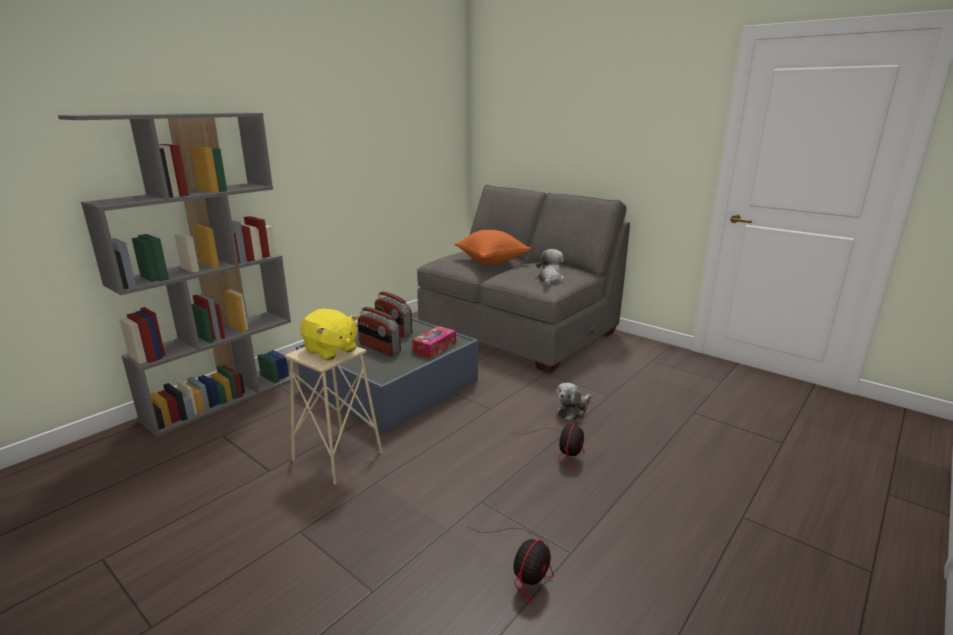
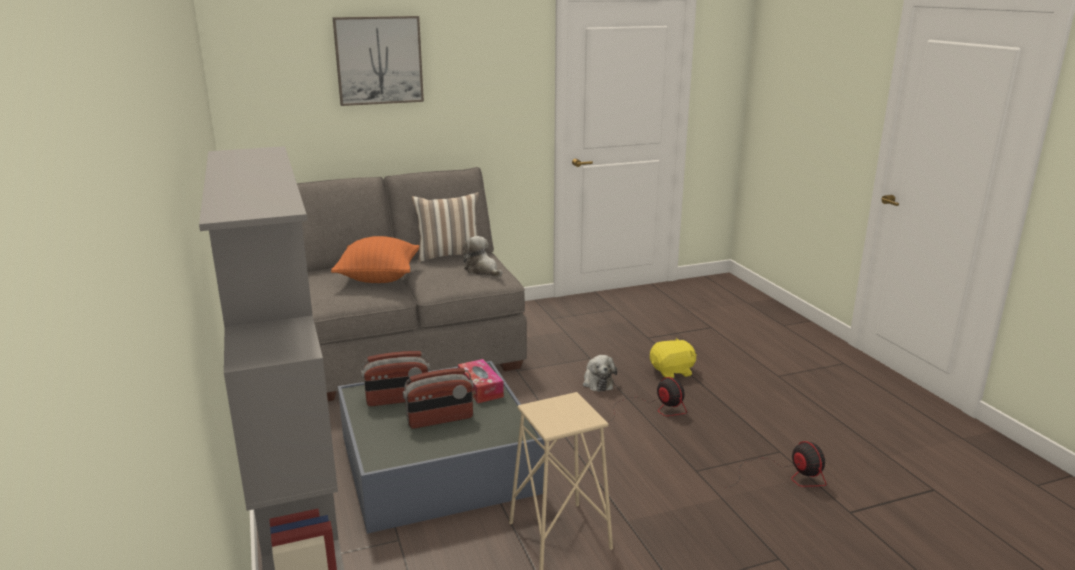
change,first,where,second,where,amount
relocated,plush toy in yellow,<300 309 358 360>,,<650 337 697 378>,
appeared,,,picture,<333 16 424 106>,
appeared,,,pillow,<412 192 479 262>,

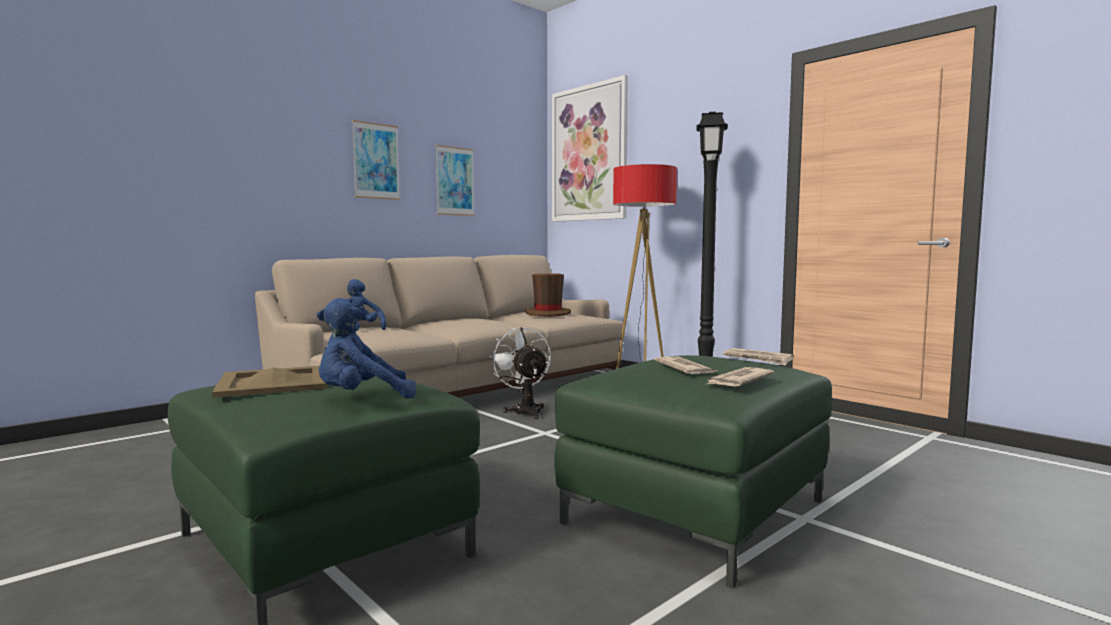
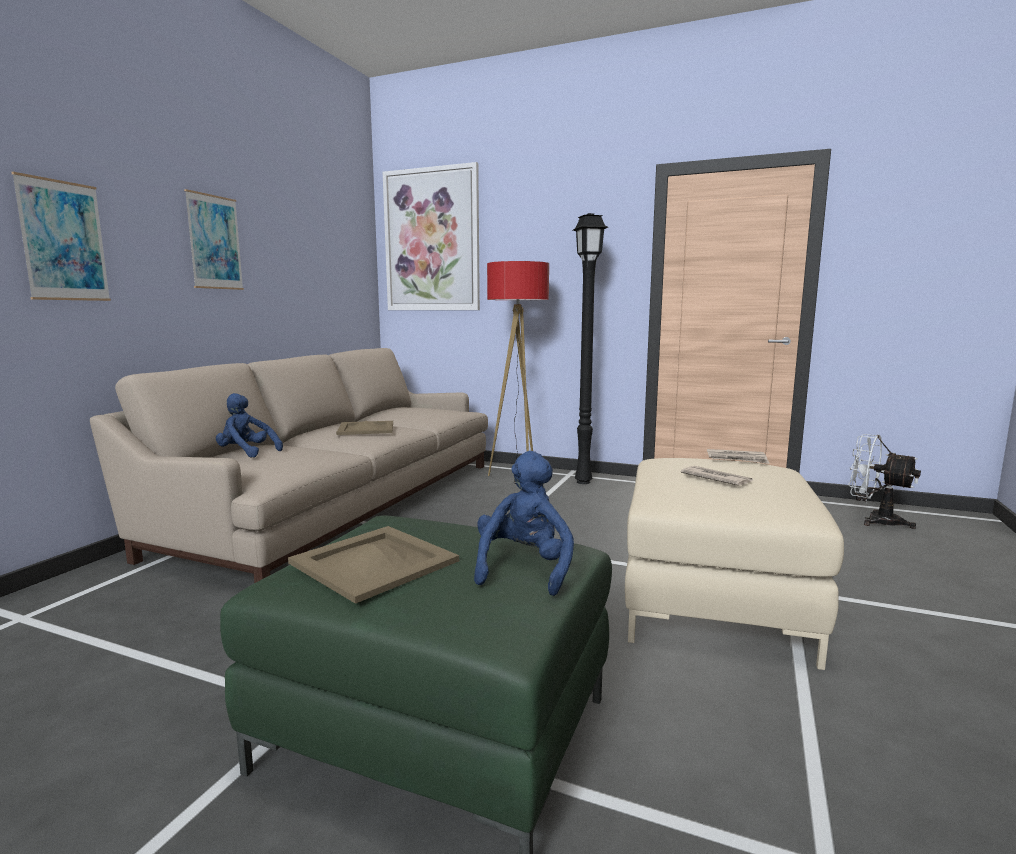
change,first,where,second,where,amount
relocated,picture,<435 145 474 216>,,<11 172 111 301>,
missing,hat in brown,<525 273 571 317>,,,
spun,plush toy in blue,<317 298 416 399>,,<474 451 574 596>,150 degrees clockwise
relocated,fan in white,<489 327 551 419>,,<848 434 921 529>,
colour,ottoman in green,<554 355 832 588>,ottoman in beige,<625 458 844 670>,
missing,newspaper,<707 367 775 387>,,,
appeared,,,tray in beige,<336 421 393 435>,

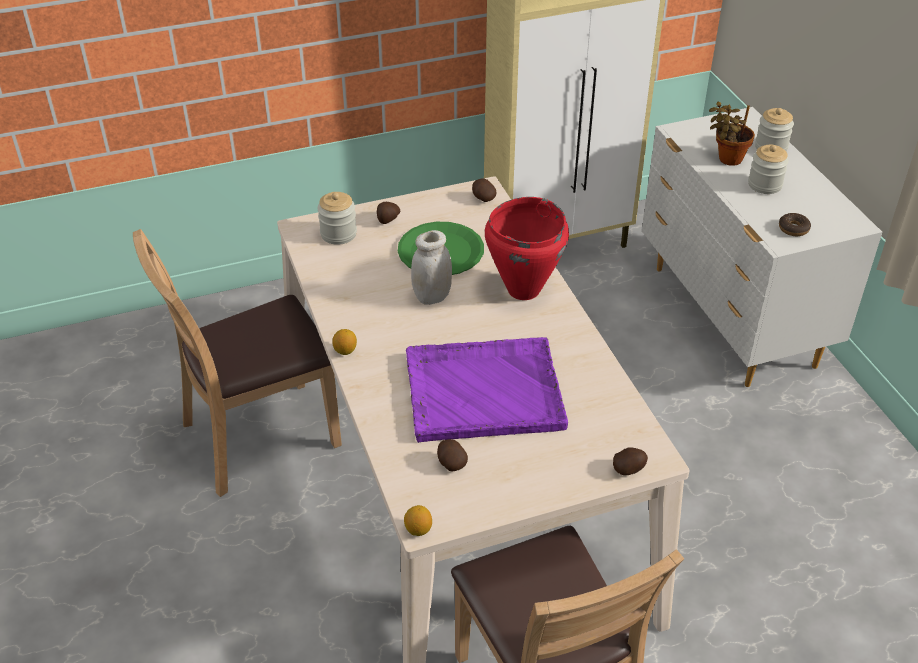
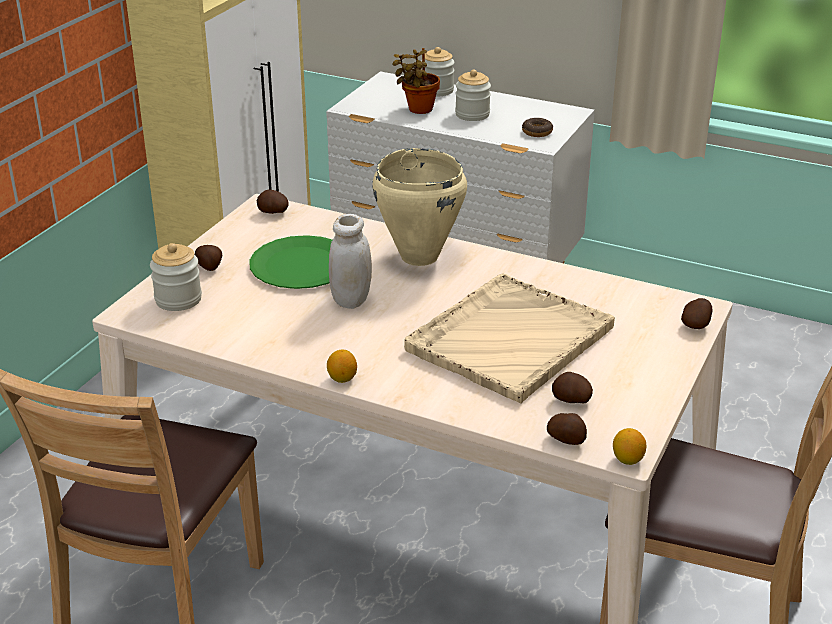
change,first,where,second,where,amount
colour,cooking pot in red,<485 197 569 300>,cooking pot in beige,<372 148 467 266>,
colour,tray in purple,<406 337 568 443>,tray in beige,<404 273 615 404>,
appeared,,,potato,<547 413 587 445>,

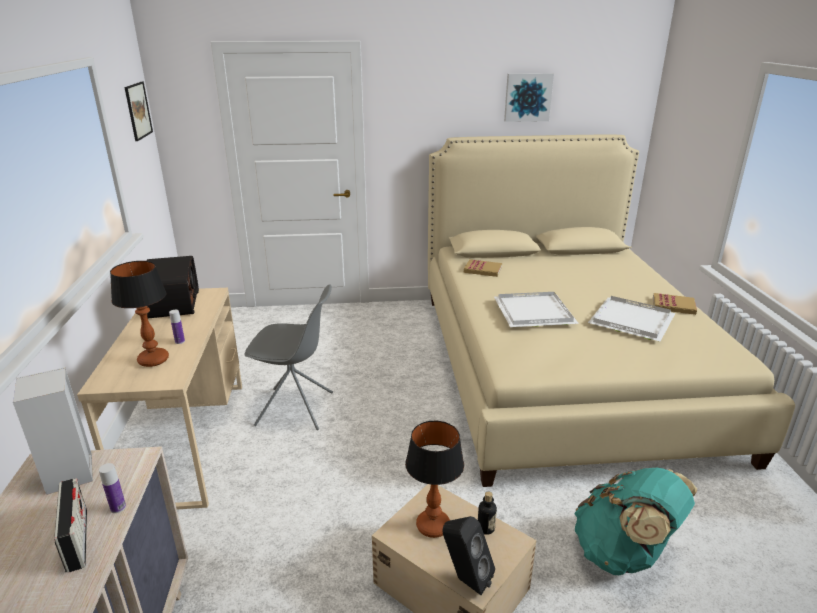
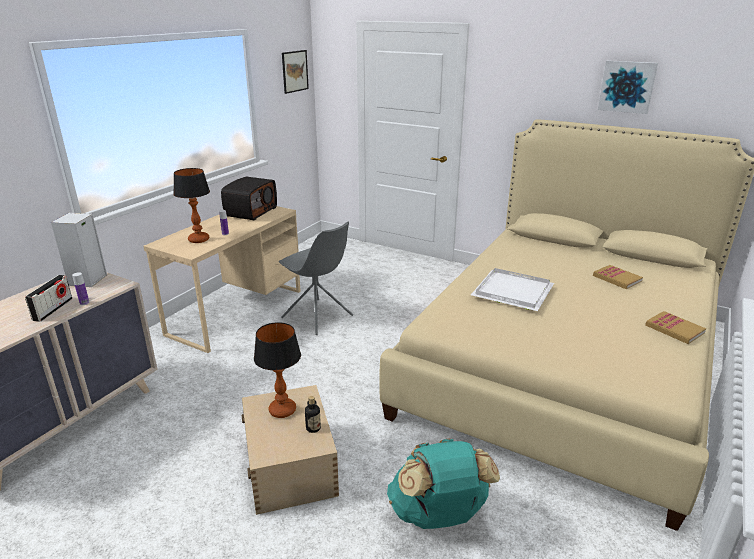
change,first,where,second,where,amount
relocated,book,<464 259 502 277>,,<593 265 643 289>,
missing,tray in white,<588 296 675 341>,,,
missing,speaker in black,<443 516 495 595>,,,

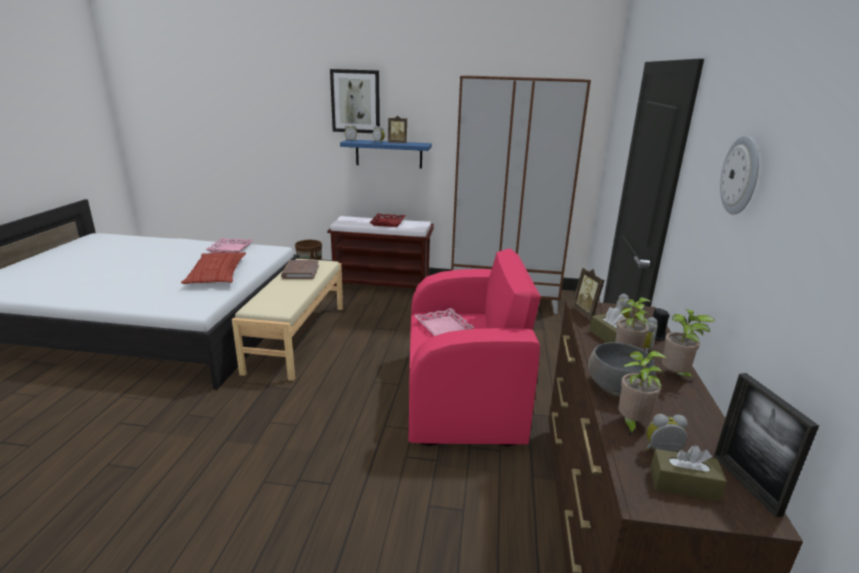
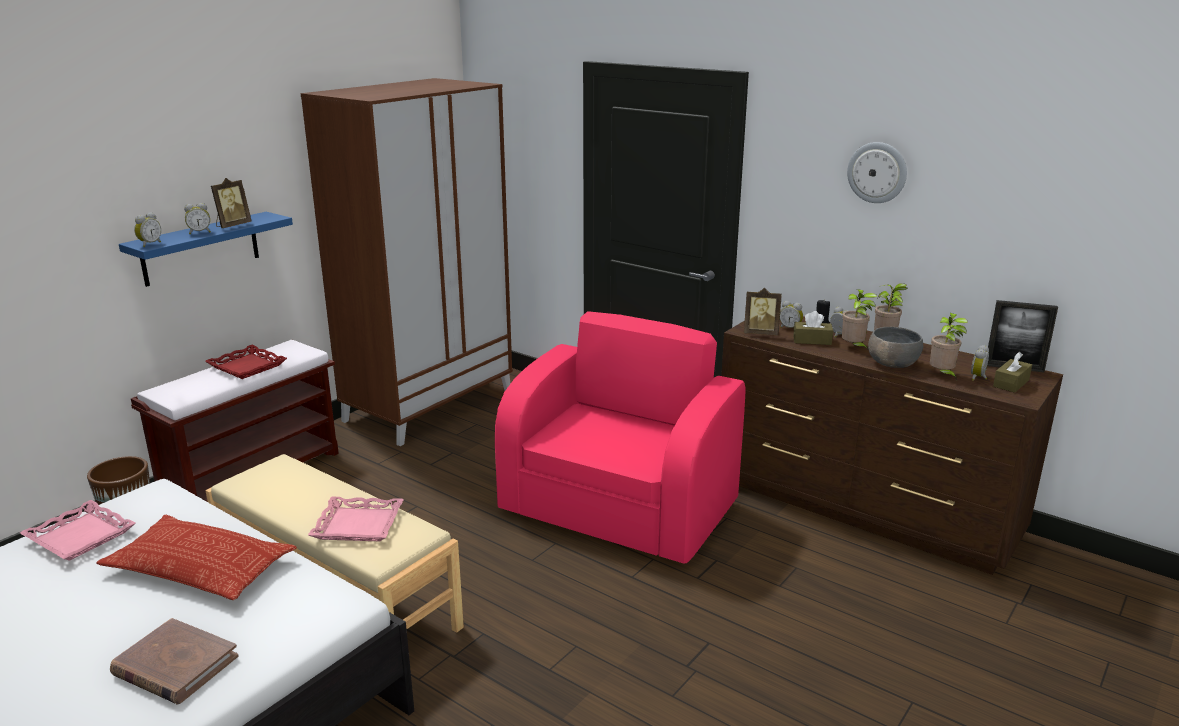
change,first,where,second,where,amount
missing,picture,<330 69 380 133>,,,
relocated,book in brown,<281 260 319 279>,,<110 618 238 705>,
relocated,tray in pink,<414 308 475 336>,,<308 497 404 541>,

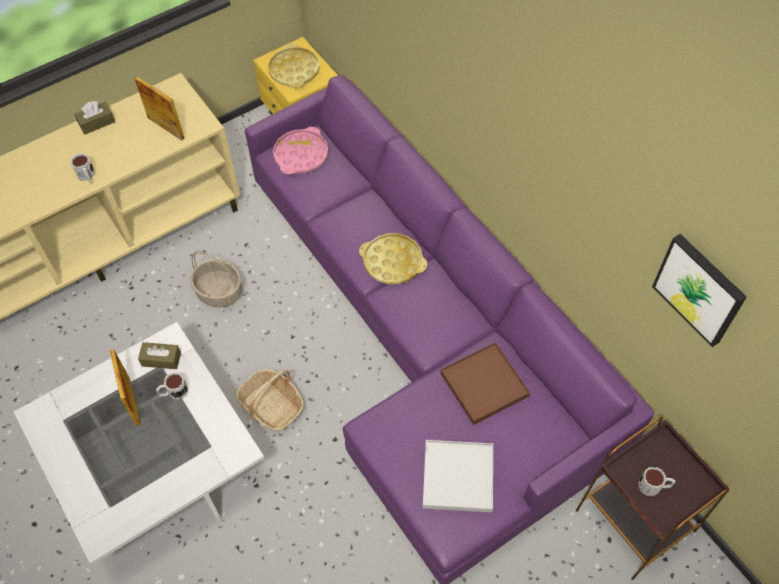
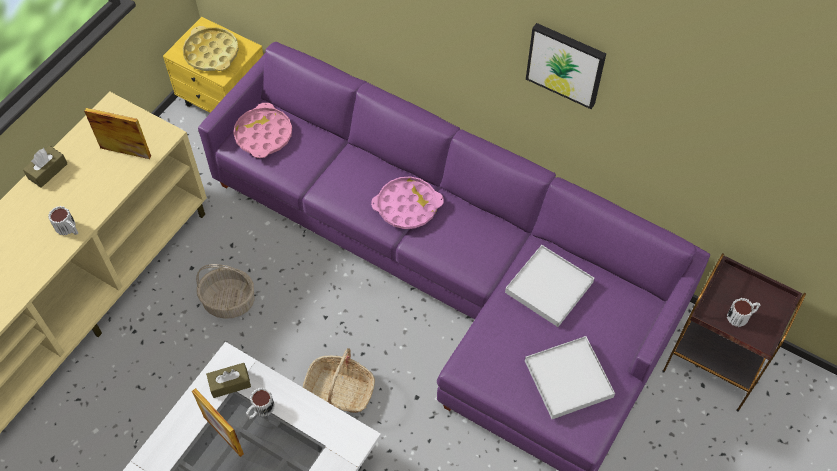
change,first,where,second,where,amount
colour,tray in yellow,<359 233 427 284>,tray in pink,<371 176 444 229>,
relocated,picture,<652 234 747 347>,,<526 23 606 109>,
colour,tray in brown,<440 342 530 425>,tray in white,<505 245 594 327>,

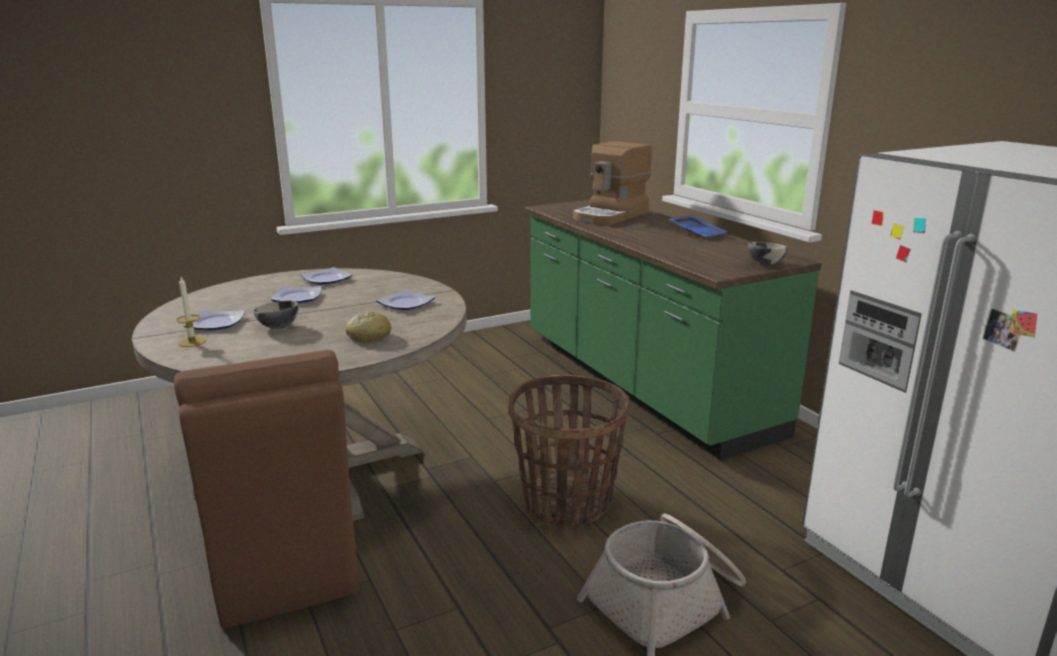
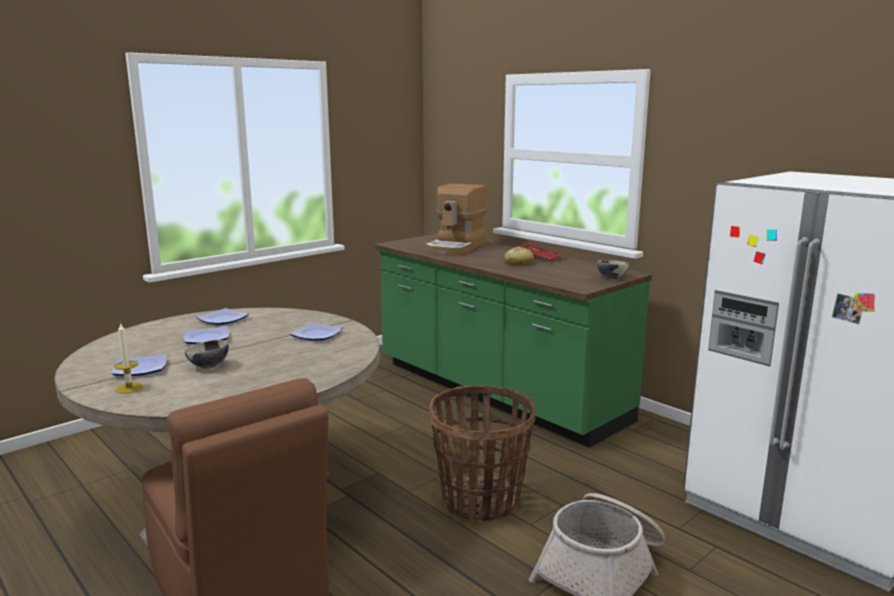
change,first,where,second,where,amount
colour,tray in blue,<669 216 728 239>,tray in red,<515 243 566 262>,
relocated,bread,<345 311 392 342>,,<504 247 534 265>,

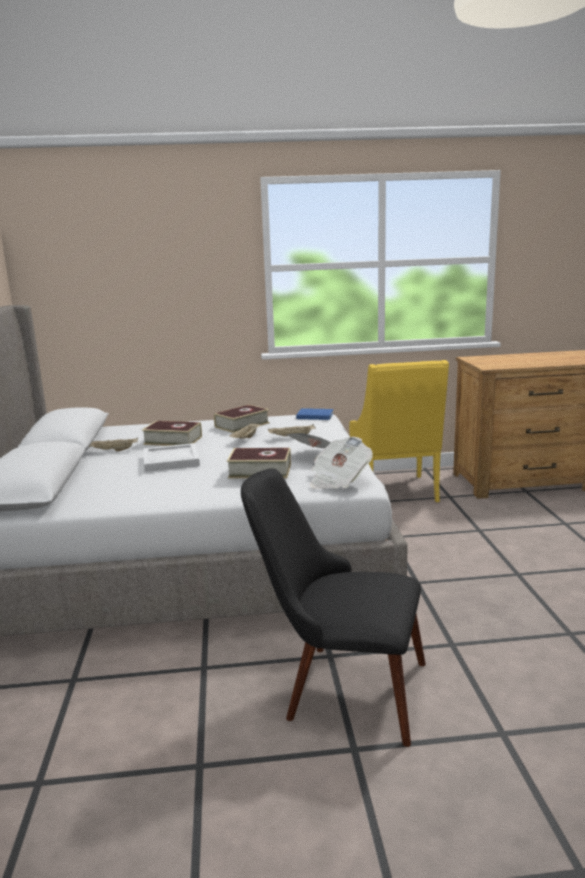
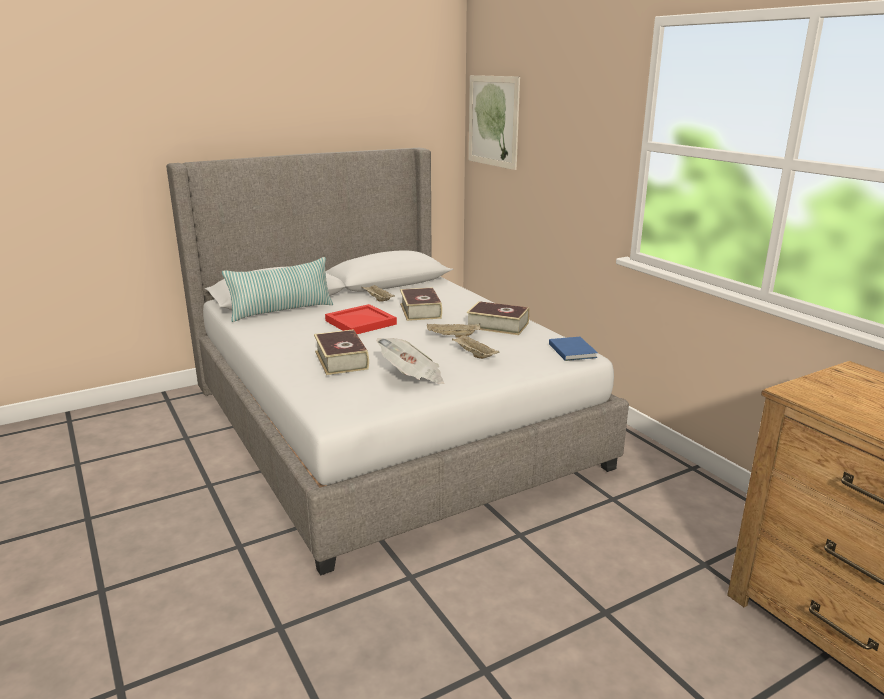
change,first,where,second,where,amount
missing,armchair in yellow,<349 360 449 502>,,,
missing,newspaper,<310 436 373 489>,,,
colour,tray in white,<144 443 200 472>,tray in red,<325 304 397 334>,
missing,chair in black,<241 468 426 747>,,,
appeared,,,picture,<469 75 520 170>,
appeared,,,pillow,<222 257 333 322>,

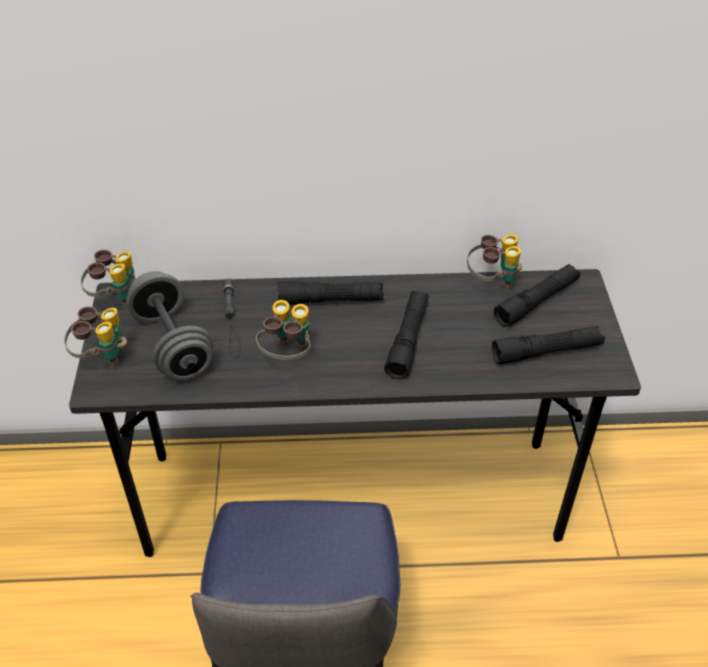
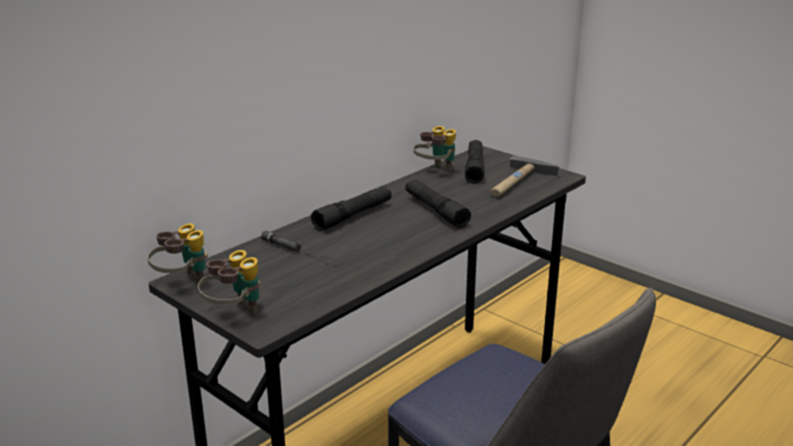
change,first,where,second,where,amount
missing,dumbbell in grey,<126 271 213 380>,,,
missing,binoculars,<256 300 311 360>,,,
exchanged,flashlight in black,<492 326 605 364>,hammer,<490 156 560 197>,

